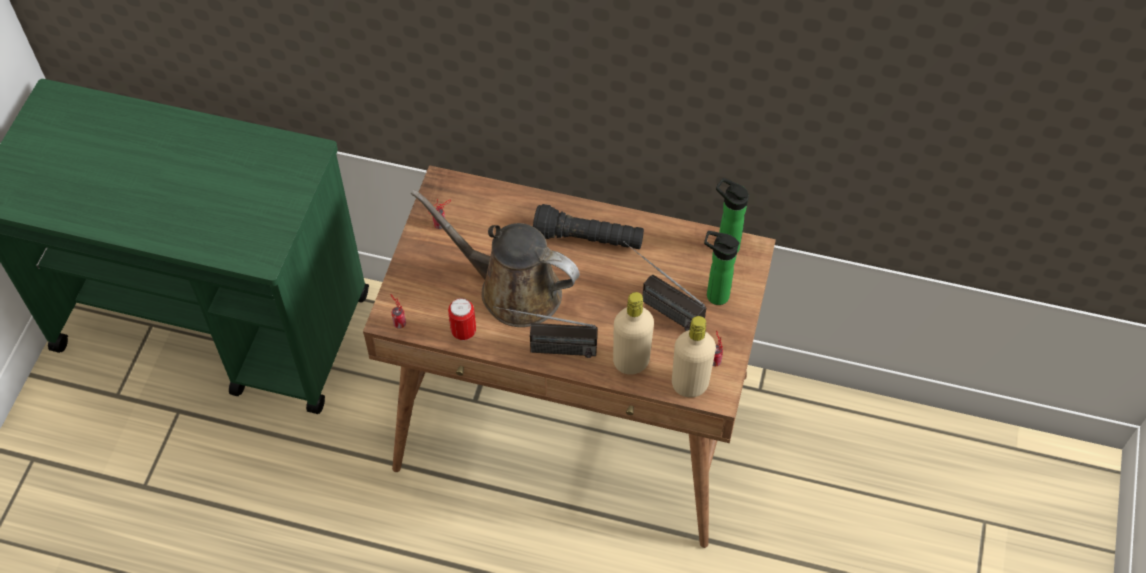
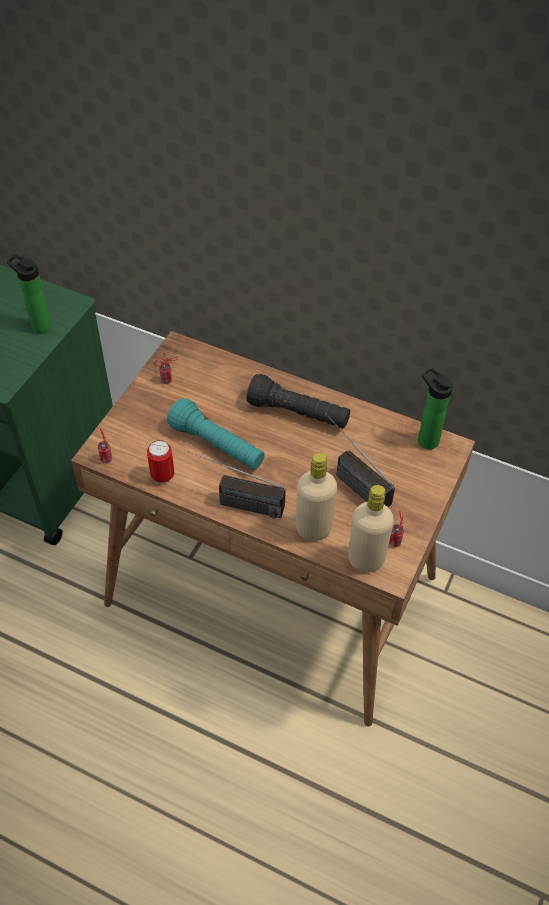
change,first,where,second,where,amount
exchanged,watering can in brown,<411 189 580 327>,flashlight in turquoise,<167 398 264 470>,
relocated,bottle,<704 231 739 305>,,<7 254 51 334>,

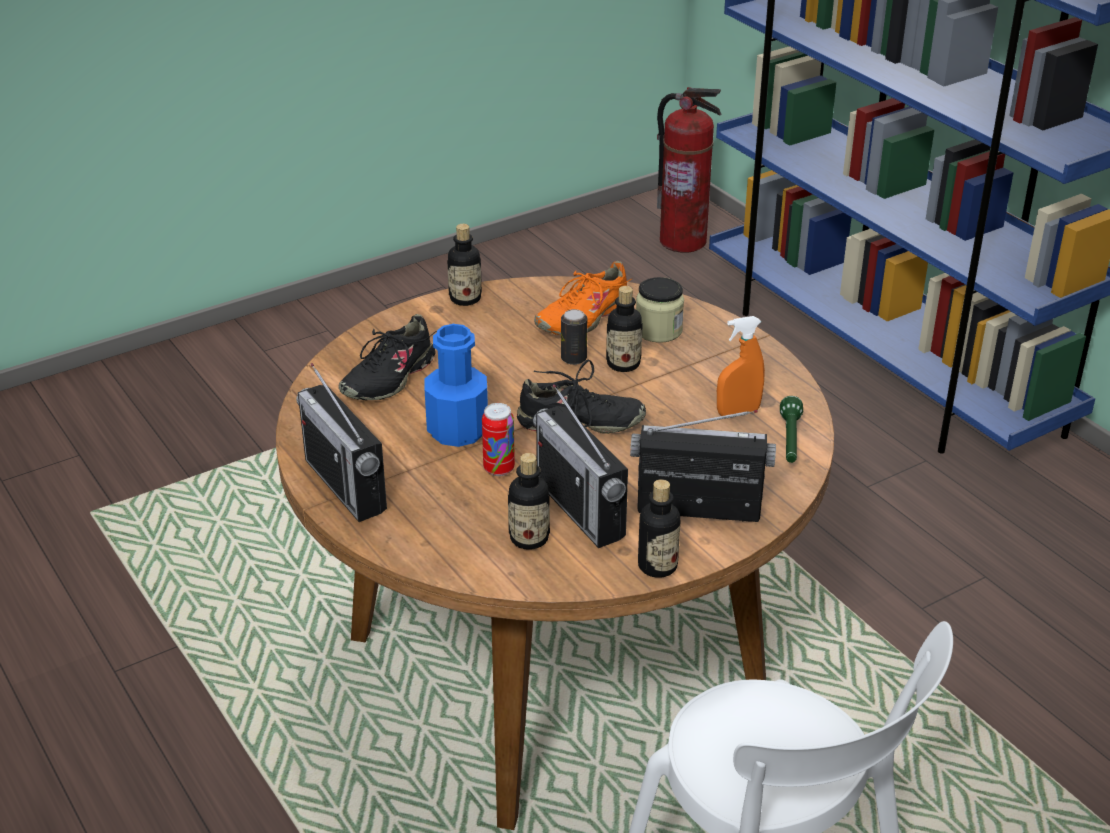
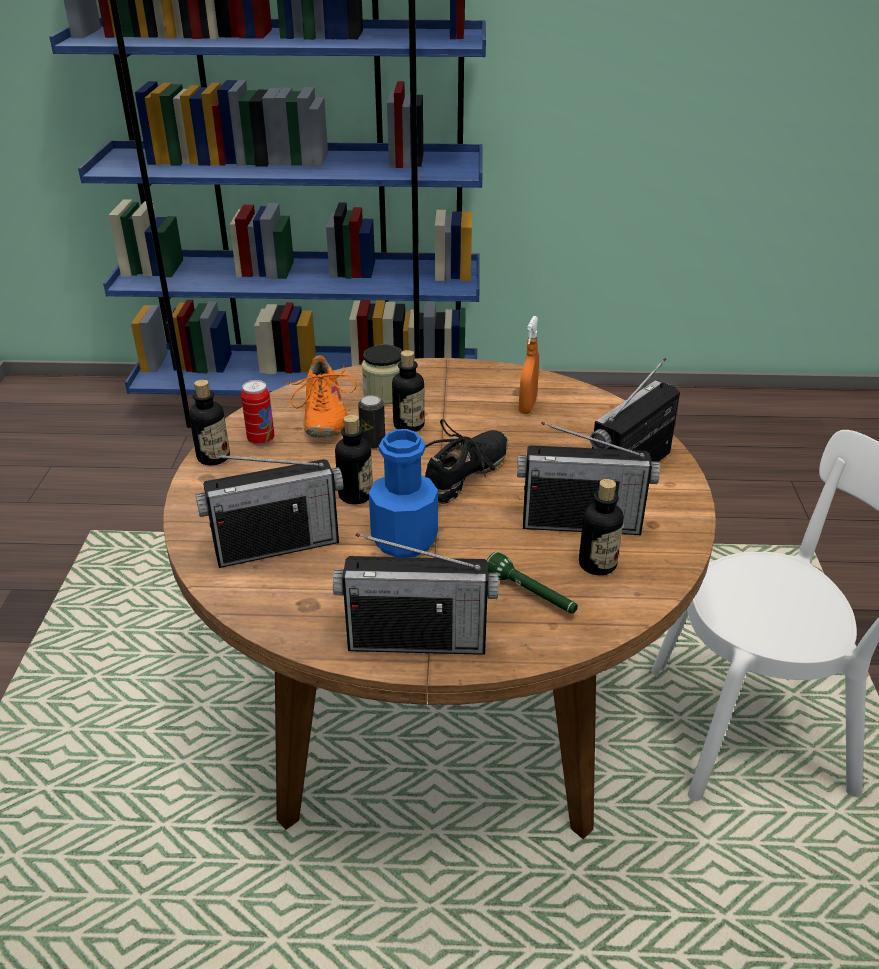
change,first,where,second,where,amount
missing,fire extinguisher,<657 87 721 253>,,,
exchanged,shoe in black,<338 314 435 400>,radio,<195 455 343 568>,
relocated,flashlight in green,<780 396 803 463>,,<486 552 578 614>,
relocated,can,<482 403 515 476>,,<241 380 275 446>,
relocated,bottle,<638 479 680 578>,,<335 415 373 504>,

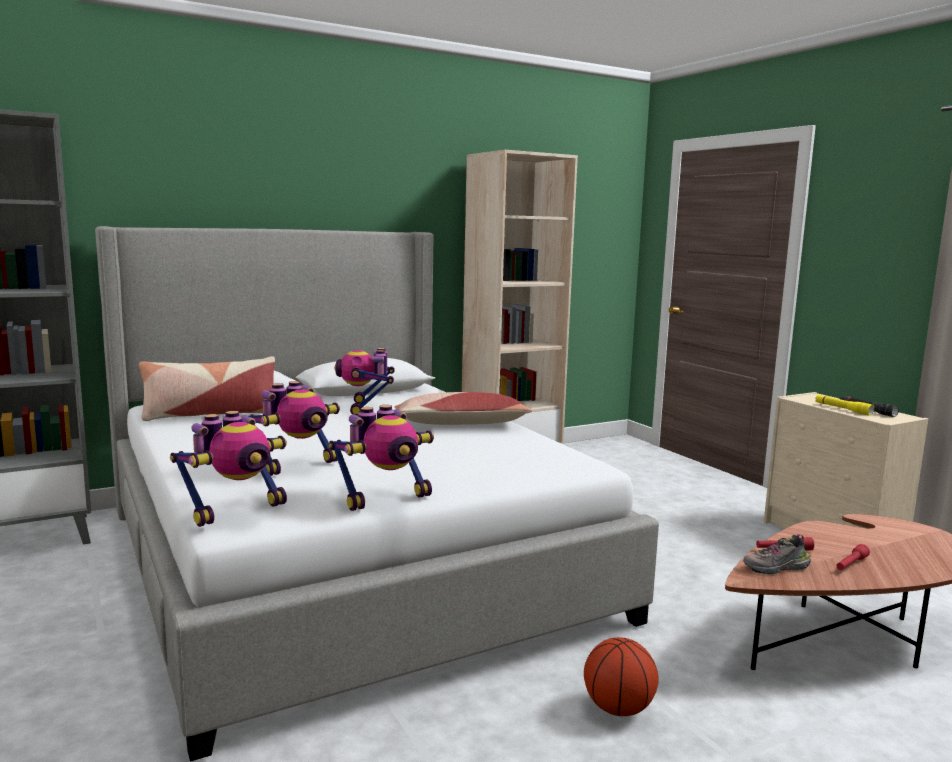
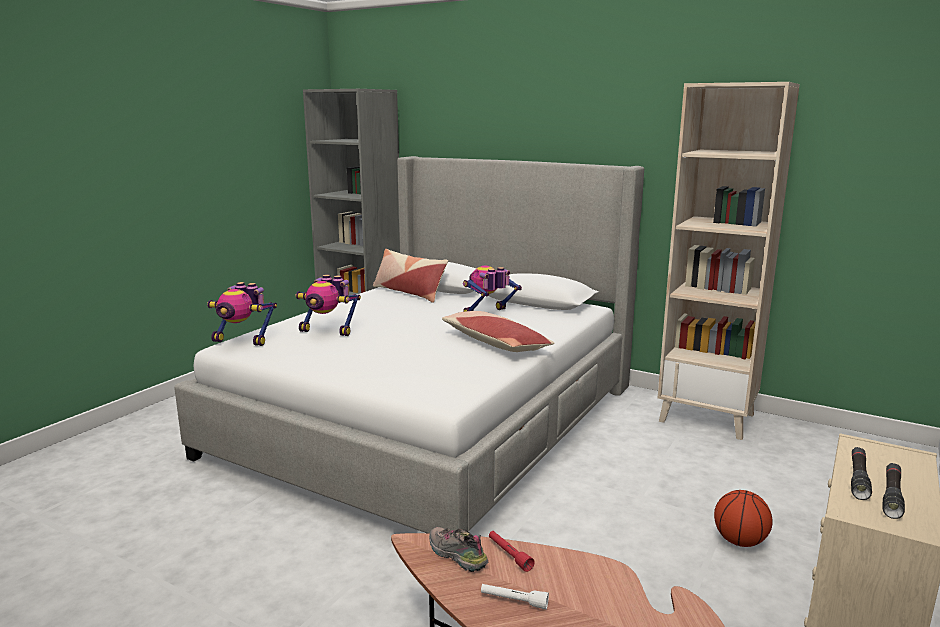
change,first,where,second,where,amount
colour,flashlight in yellow,<815 395 874 416>,flashlight in black,<851 447 872 500>,
missing,toy robot,<329 405 434 511>,,,
colour,flashlight in red,<836 544 870 570>,flashlight in white,<481 584 549 610>,
relocated,basketball,<584 637 659 716>,,<714 490 773 547>,

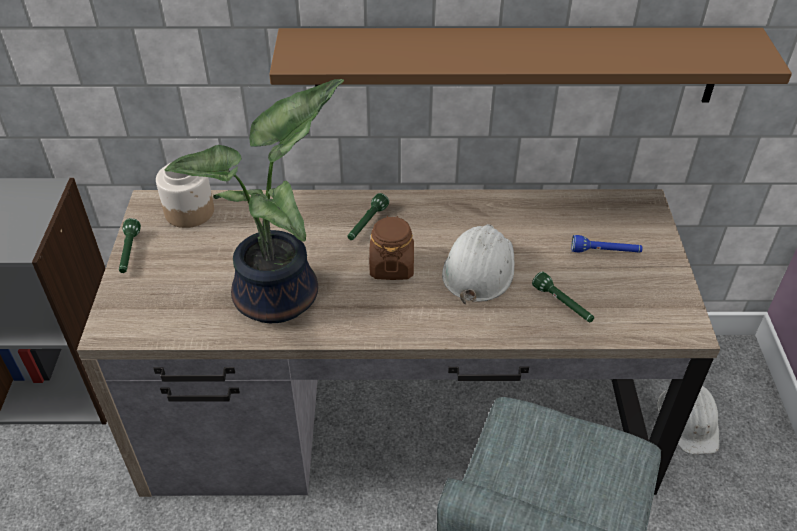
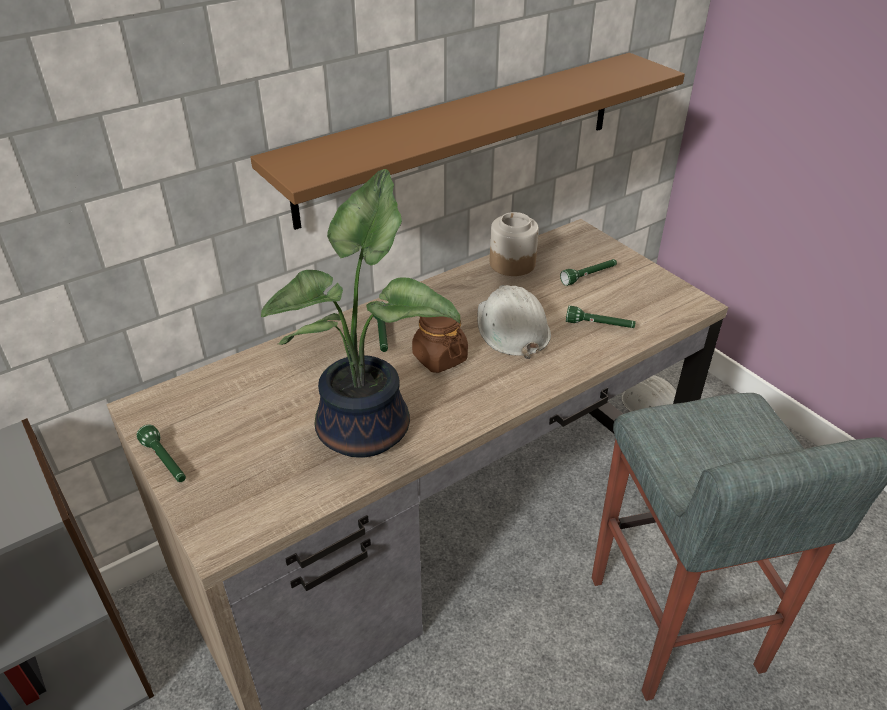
change,first,where,second,where,amount
relocated,jar,<156 163 214 228>,,<490 212 539 276>,
colour,flashlight in blue,<571 235 643 253>,flashlight in green,<560 259 617 286>,

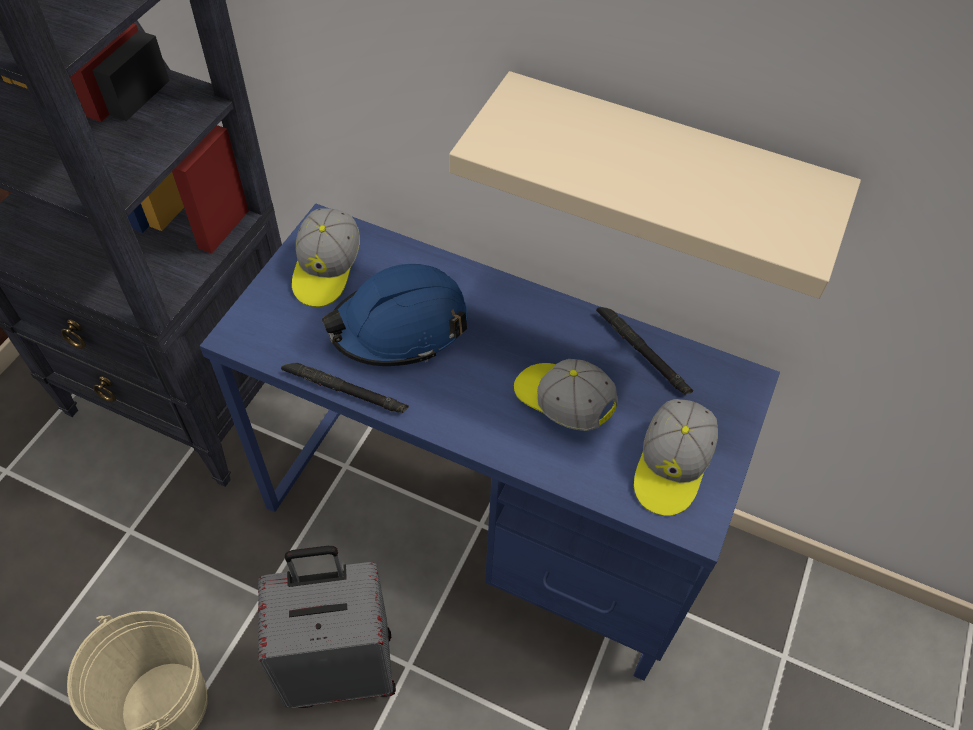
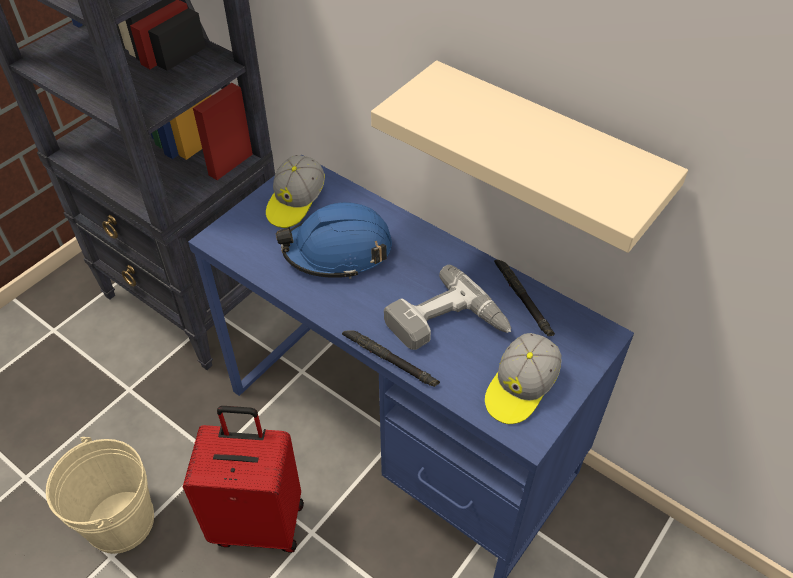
change,first,where,second,where,amount
exchanged,cap,<514 359 618 431>,power drill,<384 265 511 350>,
relocated,flashlight in black,<281 363 409 413>,,<342 330 440 387>,
colour,suitcase in grey,<258 546 396 708>,suitcase in red,<183 406 304 553>,

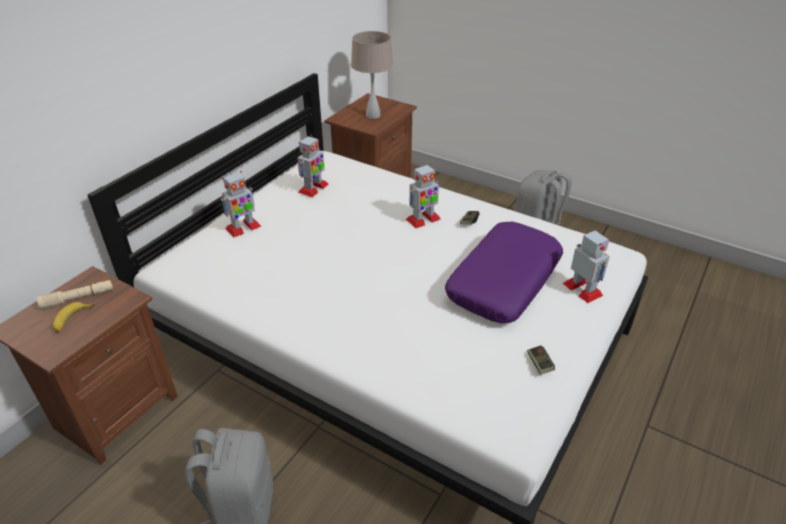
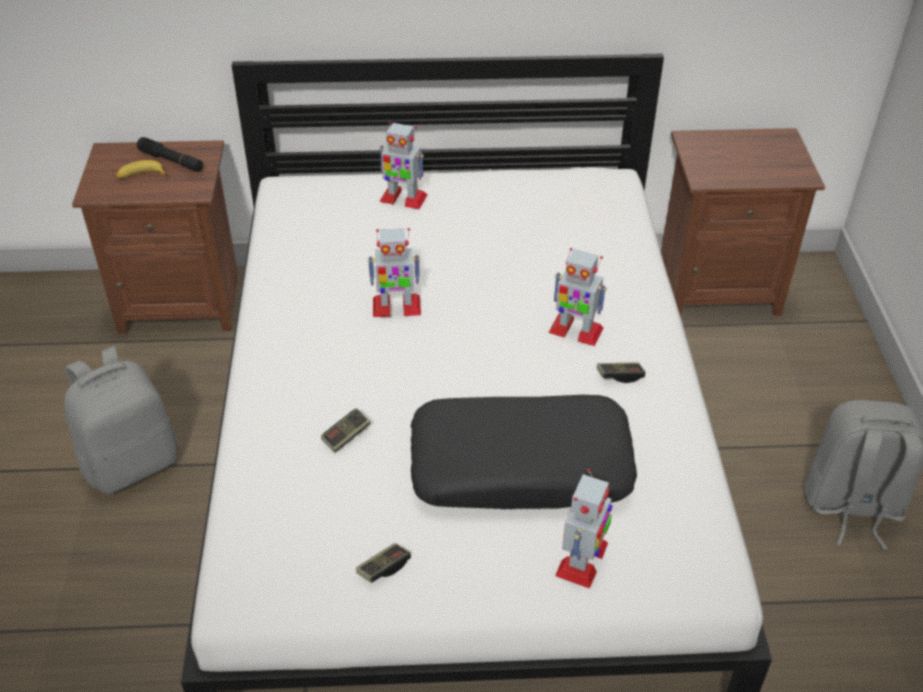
change,first,where,second,where,amount
missing,table lamp in beige,<351 31 393 119>,,,
relocated,toy robot,<297 134 329 197>,,<368 228 421 317>,
colour,pillow in purple,<445 222 563 323>,pillow in black,<411 395 637 509>,
colour,flashlight in beige,<37 280 113 309>,flashlight in black,<137 137 203 172>,
appeared,,,game controller,<321 408 371 453>,

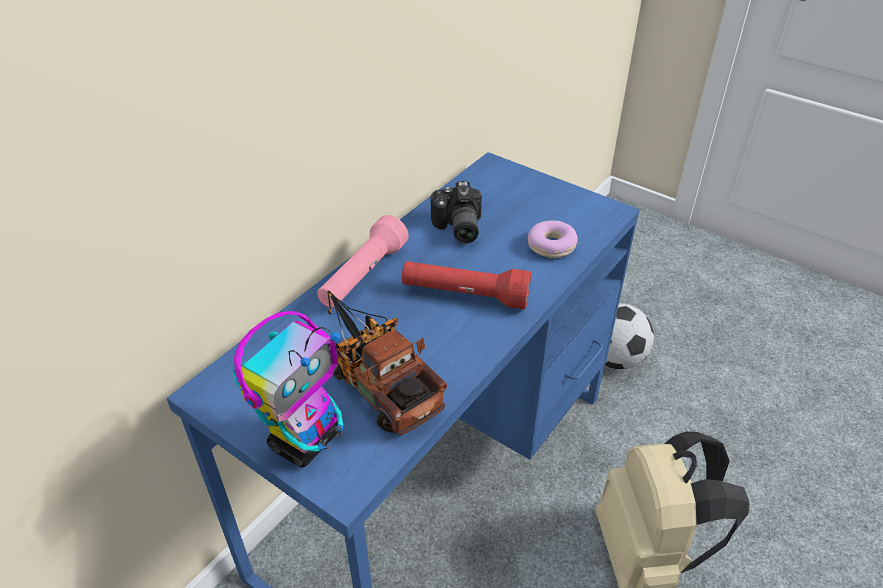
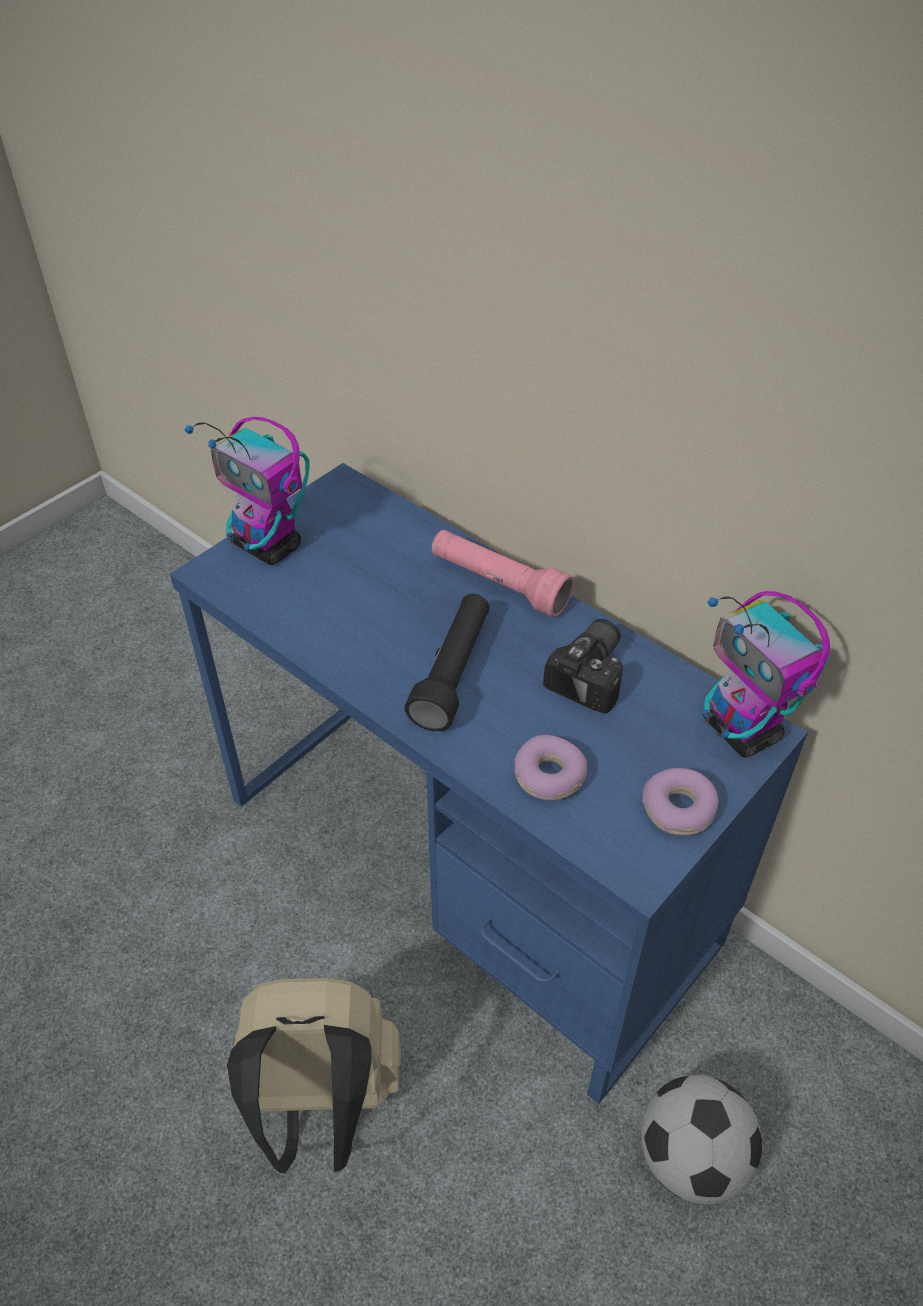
change,first,where,second,where,amount
spun,photo camera,<431 181 482 244>,,<543 619 623 714>,120 degrees clockwise
colour,flashlight in red,<402 261 531 309>,flashlight in black,<405 594 490 731>,
missing,toy truck,<328 291 447 436>,,,
appeared,,,toy robot,<703 591 830 758>,
appeared,,,donut,<642 768 718 835>,

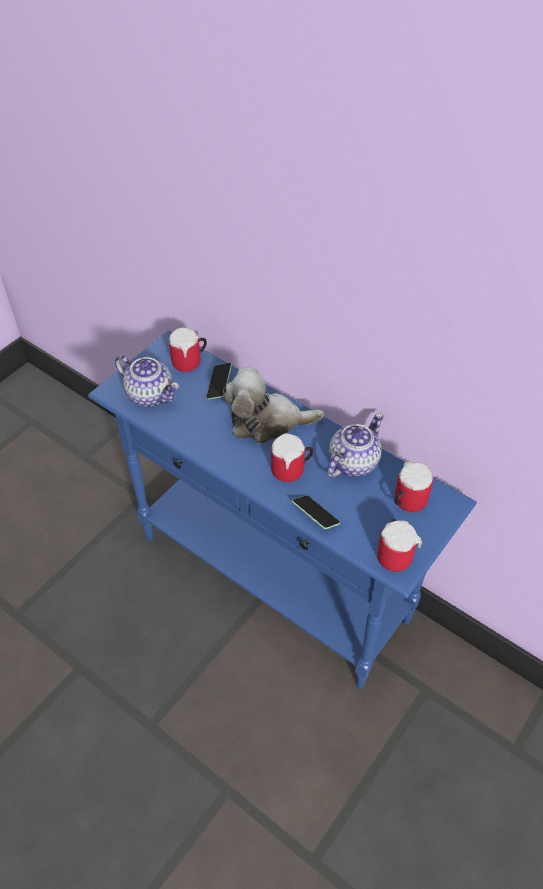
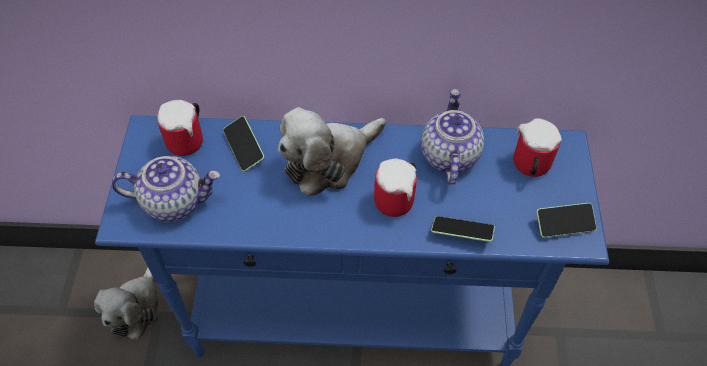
change,first,where,second,where,amount
exchanged,mug,<377 519 422 572>,phone,<536 203 597 238>,
appeared,,,plush toy,<94 267 159 340>,

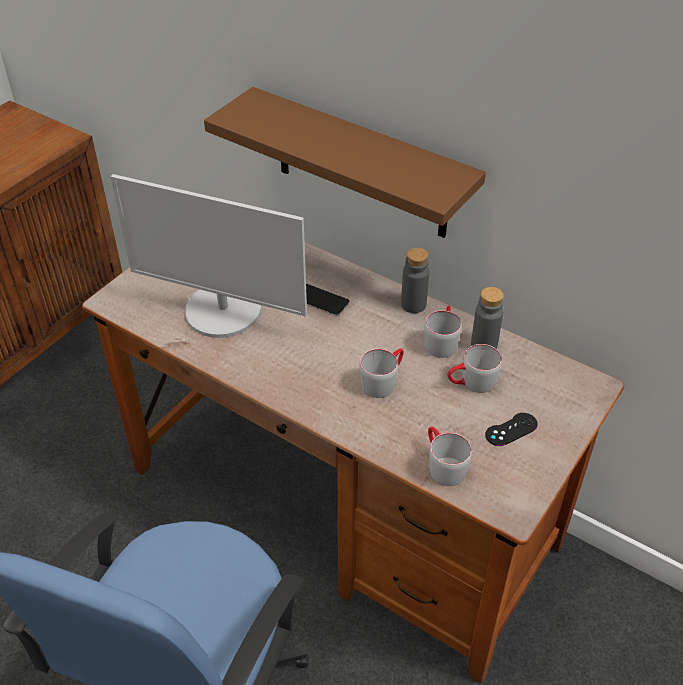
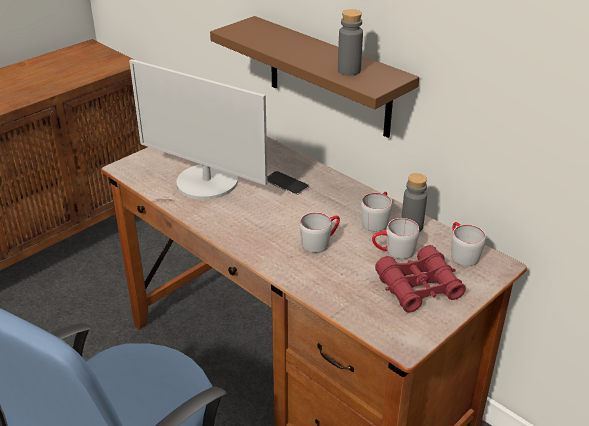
change,first,where,second,where,amount
relocated,bottle in grey,<401 247 429 313>,,<338 9 363 76>,
exchanged,game controller in black,<485 413 538 446>,binoculars in red,<375 245 466 312>,
relocated,mug in grey,<428 427 472 486>,,<451 222 486 266>,

